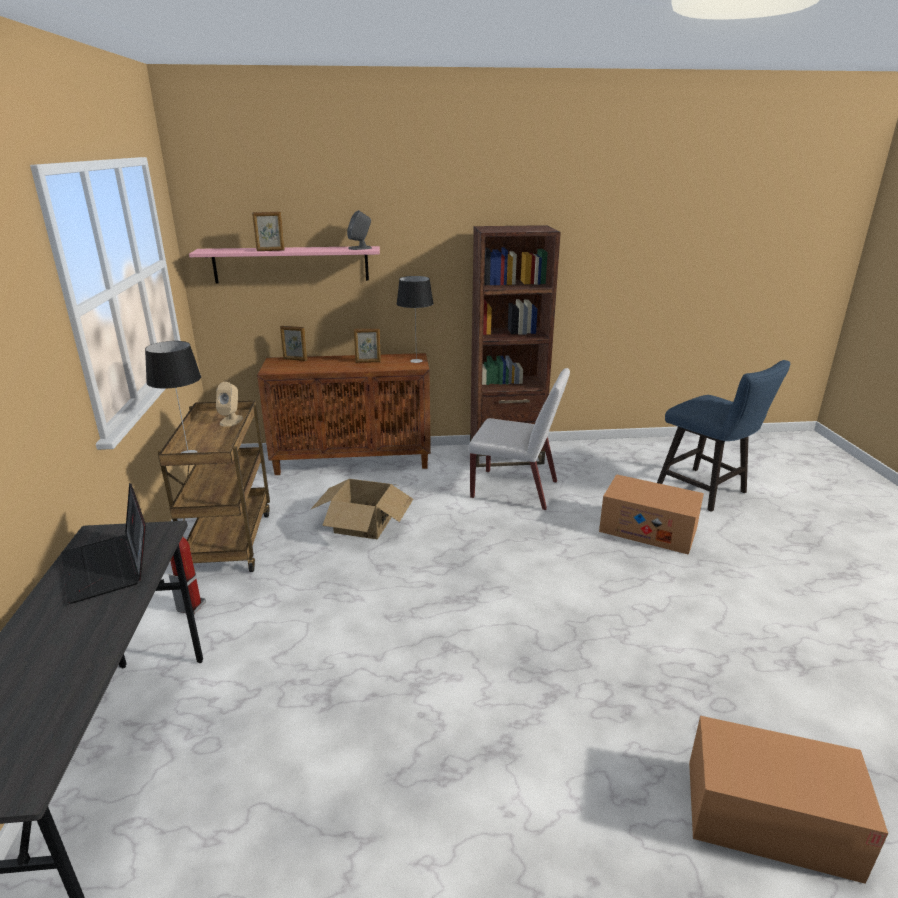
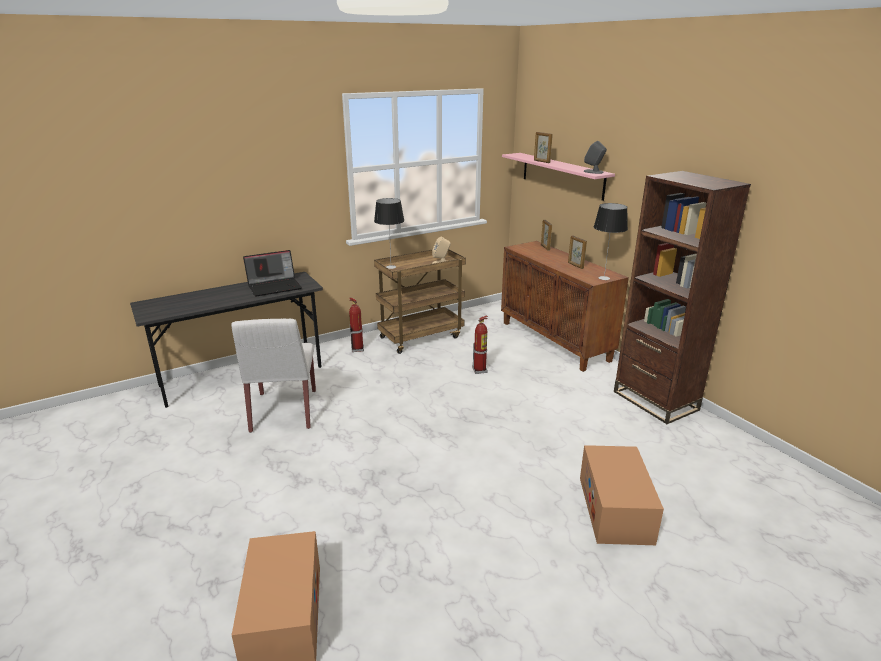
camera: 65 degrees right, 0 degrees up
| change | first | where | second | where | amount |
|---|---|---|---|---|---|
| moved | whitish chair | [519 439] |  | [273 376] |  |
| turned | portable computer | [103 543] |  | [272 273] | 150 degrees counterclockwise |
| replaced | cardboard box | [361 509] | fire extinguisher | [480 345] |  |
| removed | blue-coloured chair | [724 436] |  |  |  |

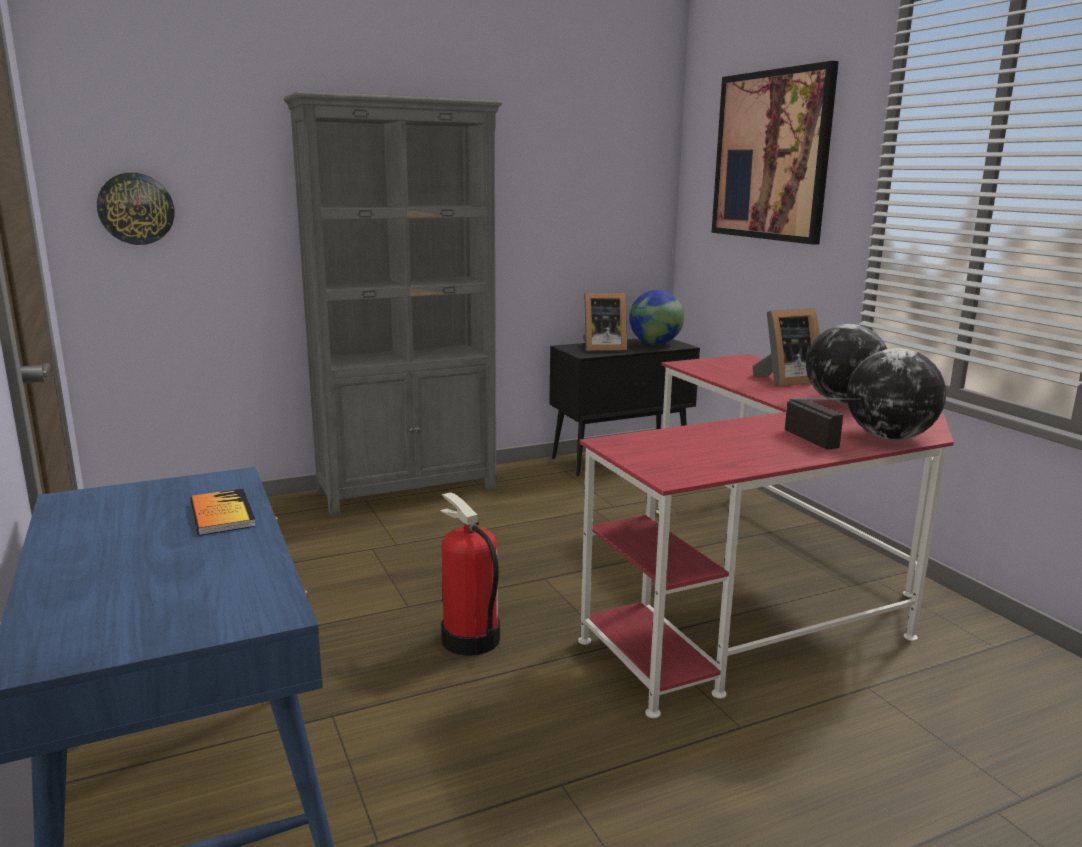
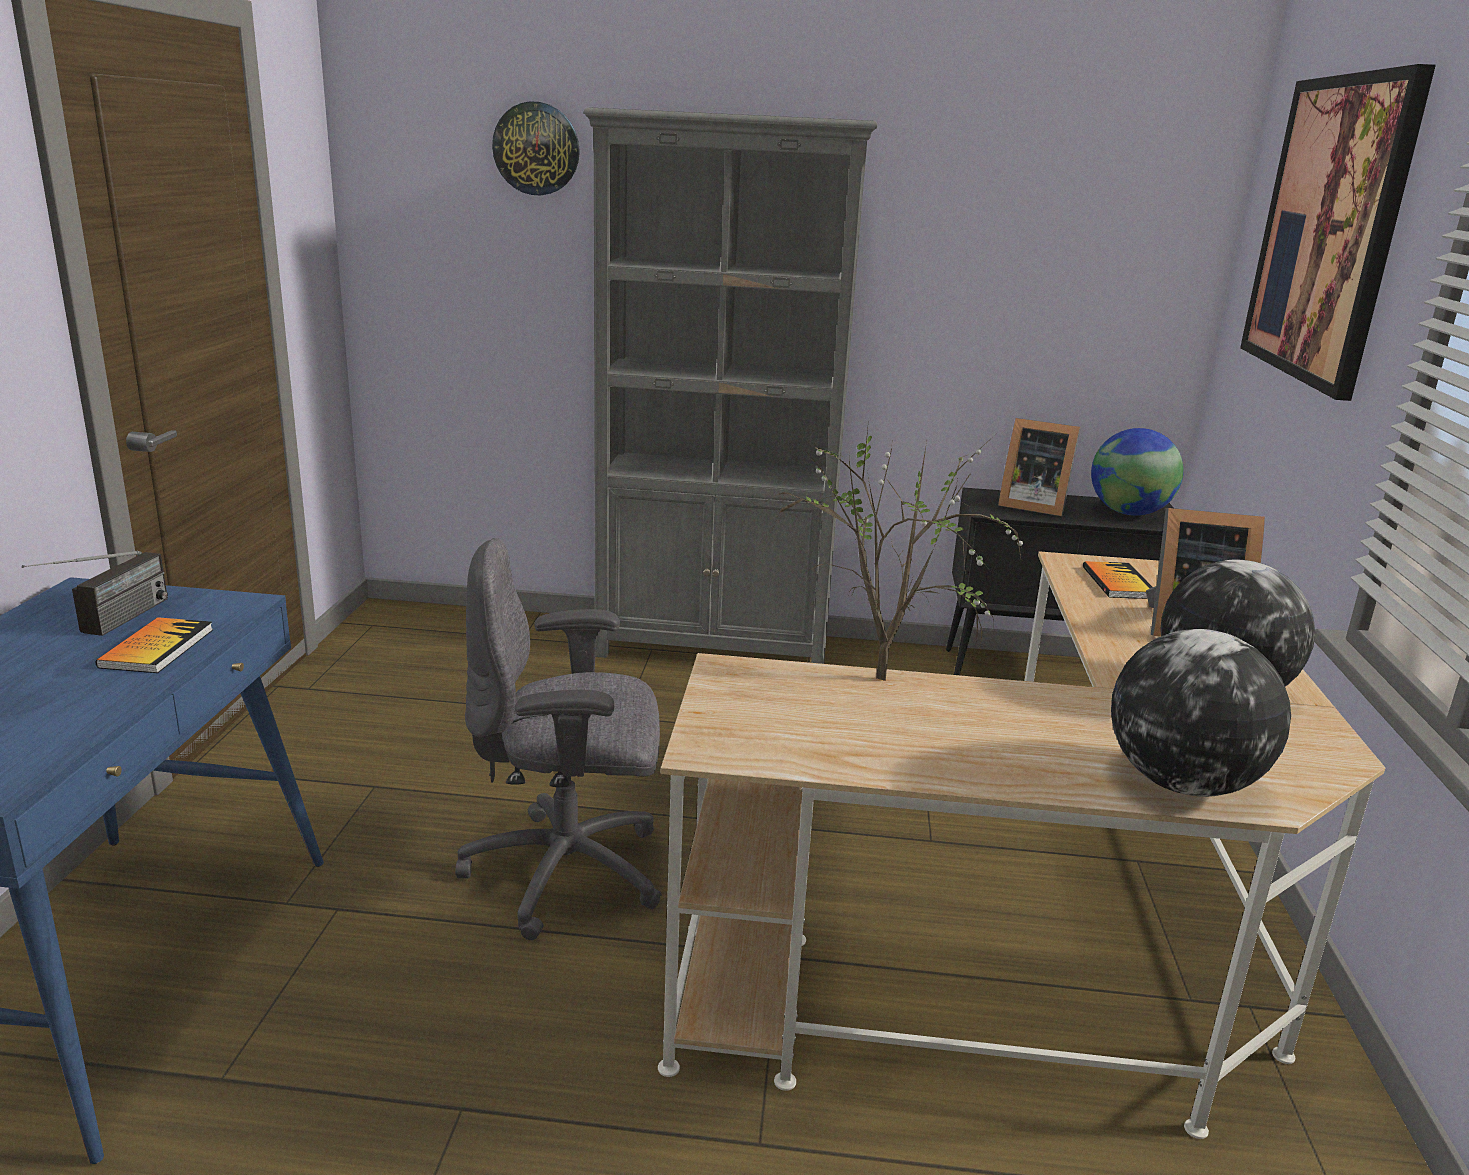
camera: 30 degrees right, 5 degrees up
| change | first | where | second | where | amount |
|---|---|---|---|---|---|
| moved | radio receiver | [823 423] |  | [95 593] |  |
| replaced | fire extinguisher | [470 574] | gray desk chair | [558 739] |  |
| moved | wall clock | [136 209] |  | [536 148] |  |
| recoloured | red-coloured desk | [766 536] | sand-coloured desk | [1021 845] |  |
| added |  |  | plant in a pot | [894 555] |  |
| added |  |  | book | [1117 580] |  |

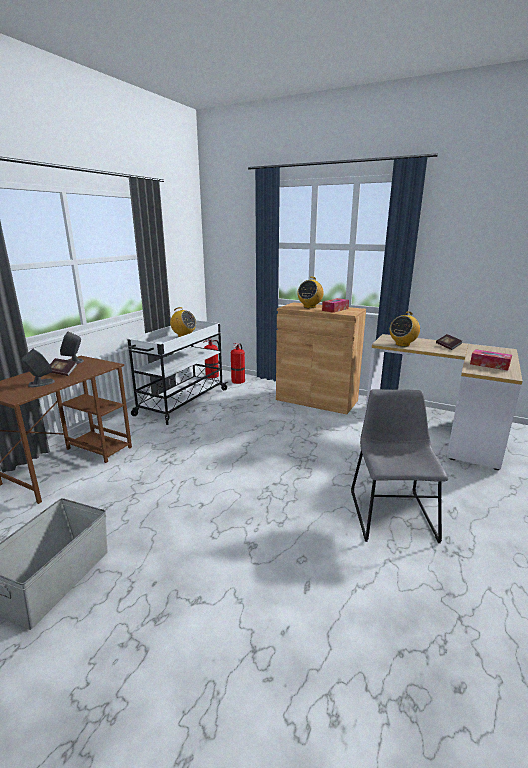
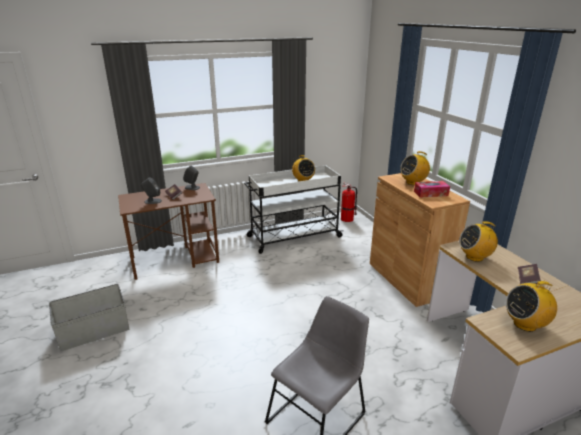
camera: 40 degrees right, 5 degrees up
| change | first | where | second | where | amount |
|---|---|---|---|---|---|
| replaced | box of tissues | [491 360] | radio receiver | [531 306] |  |
| removed | fire extinguisher | [238 363] |  |  |  |

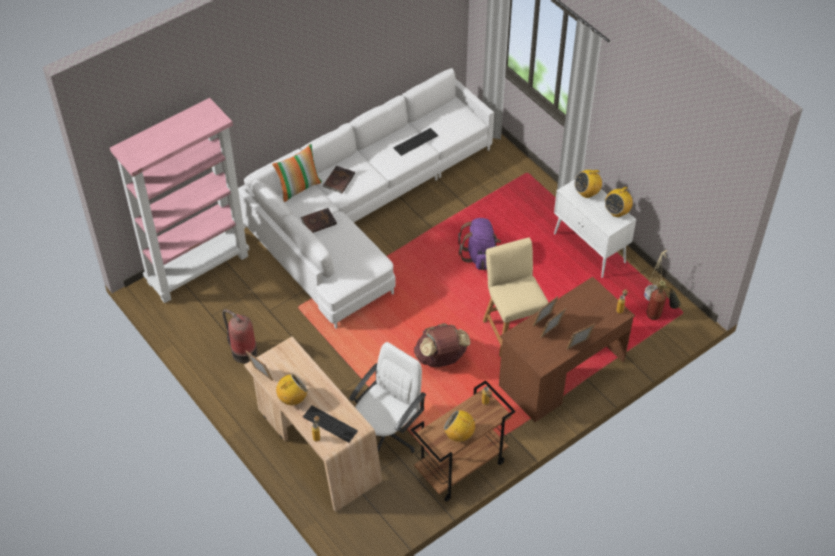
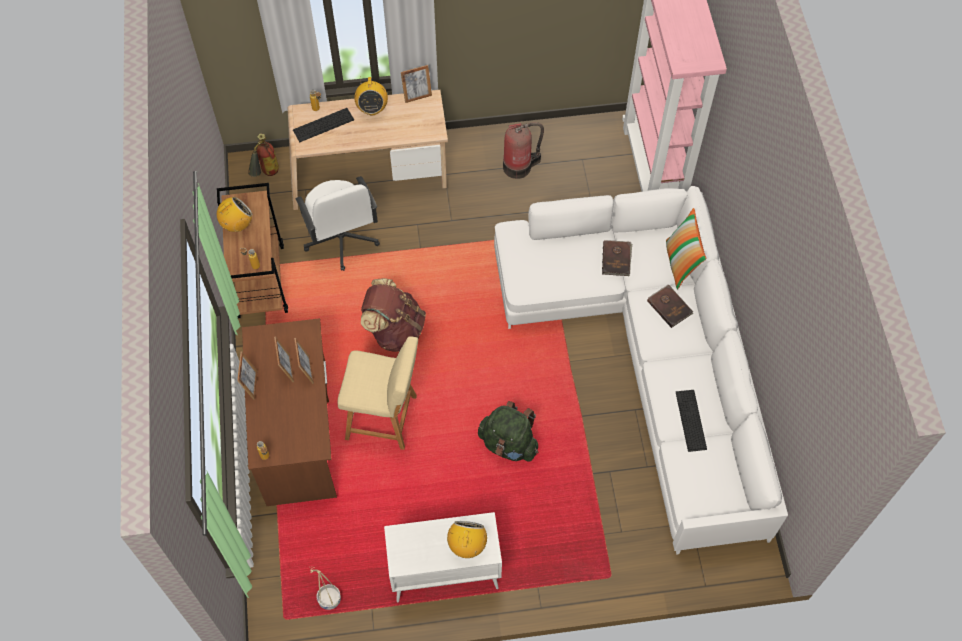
camera: 120 degrees right, 10 degrees up
| change | first | where | second | where | amount |
|---|---|---|---|---|---|
| moved | fire extinguisher | [664 300] |  | [263 155] |  |
| recoloured | purplish knapsack | [479 244] | green knapsack | [508 431] |  |
| removed | radio receiver | [619 200] |  |  |  |

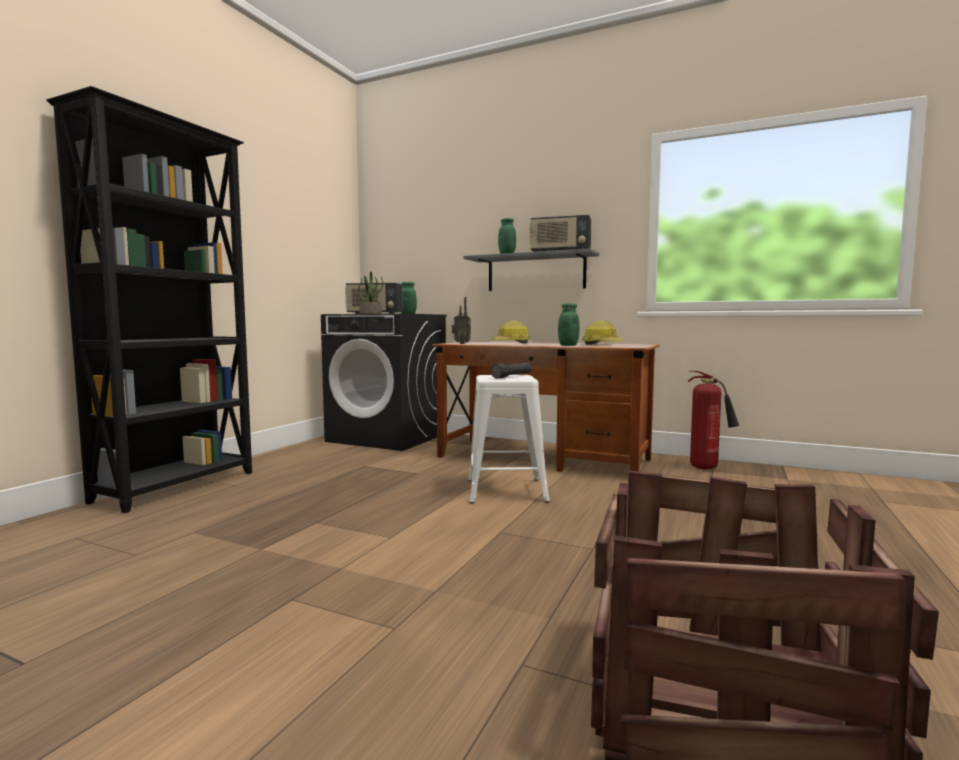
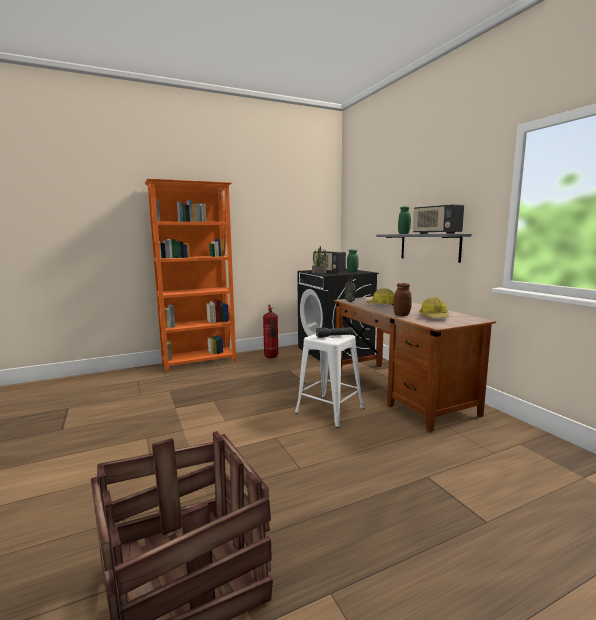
camera: 40 degrees right, 5 degrees up
| change | first | where | second | where | amount |
|---|---|---|---|---|---|
| recoloured | blackish bookcase | [149 299] | orange-coloured bookcase | [190 276] |  |
| moved | fire extinguisher | [713 420] |  | [270 331] |  |
| recoloured | green storage jar | [568 324] | brown-coloured storage jar | [403 299] |  |

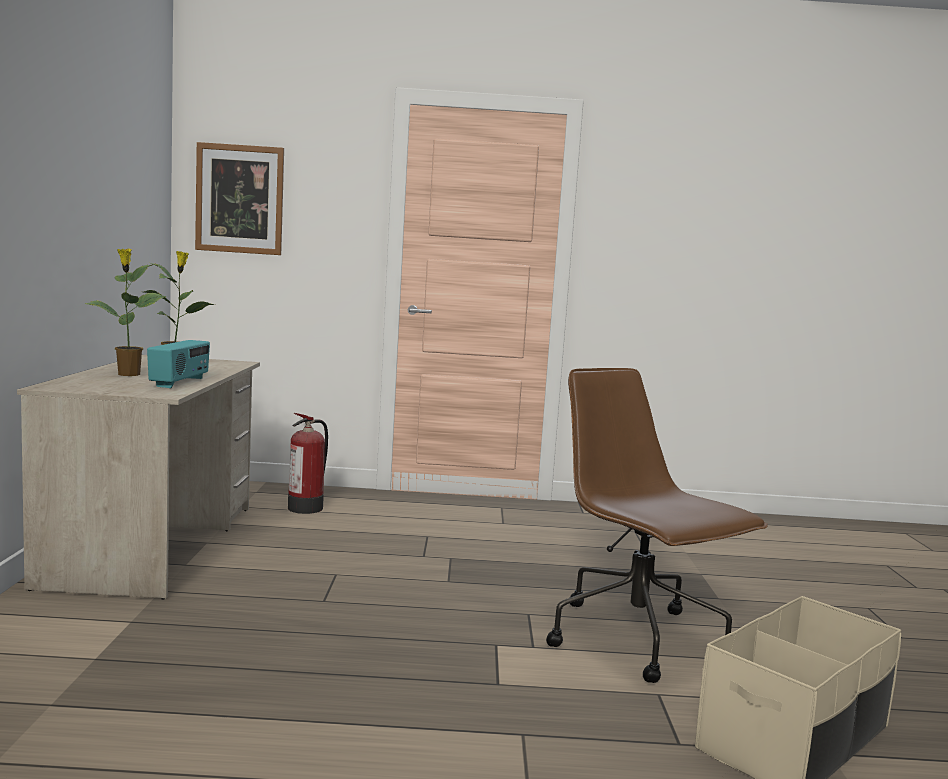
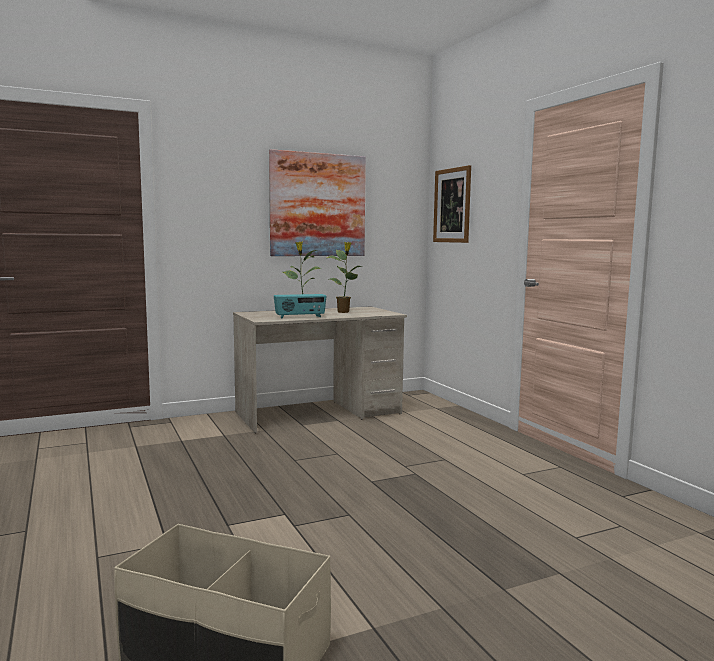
camera: 65 degrees right, 0 degrees up
| change | first | where | second | where | amount |
|---|---|---|---|---|---|
| added |  |  | wall picture | [317 202] |  |
| removed | fire extinguisher | [308 463] |  |  |  |
| removed | brown-coloured desk chair | [657 525] |  |  |  |

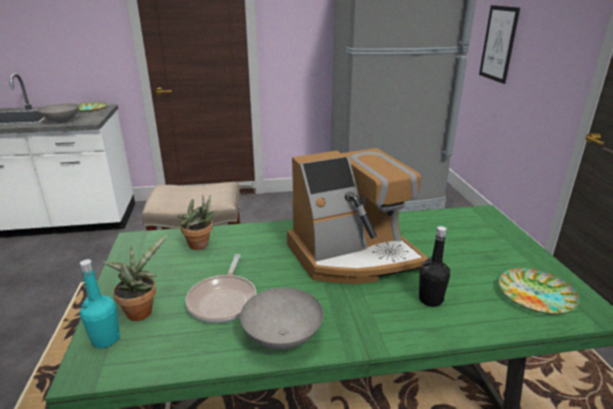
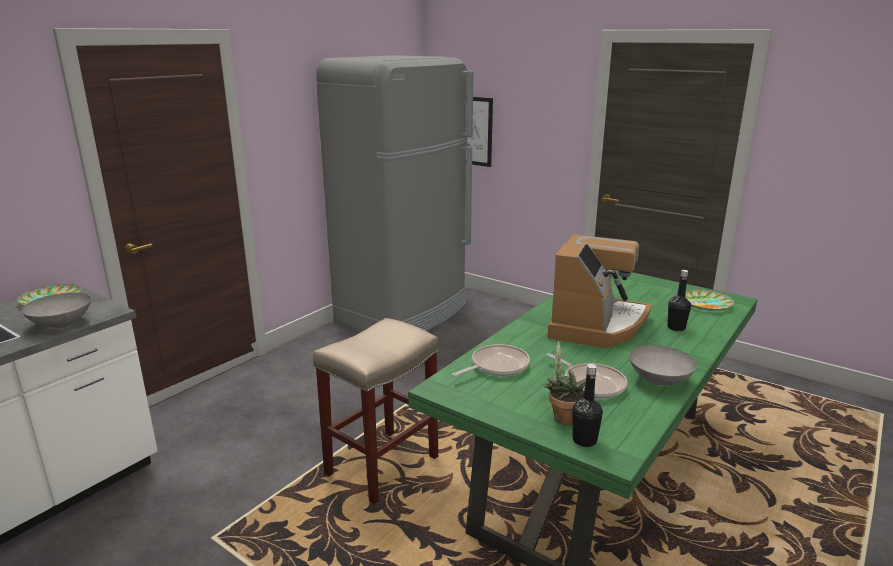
camera: 45 degrees left, 5 degrees down
| change | first | where | second | where | amount |
|---|---|---|---|---|---|
| replaced | plant in a pot | [197 222] | frying pan | [491 360] |  |
| recoloured | turquoise bottle | [100 303] | blackish bottle | [587 405] |  |

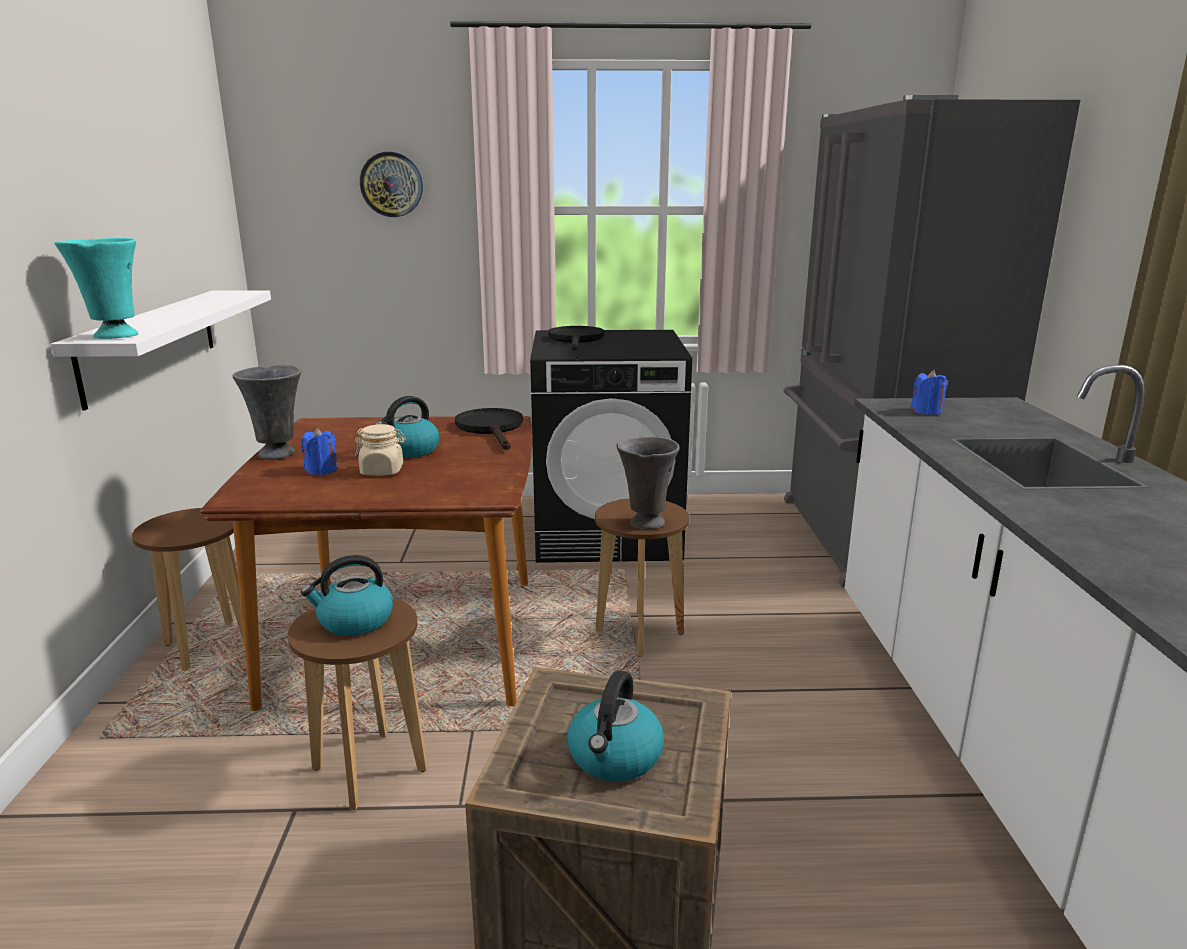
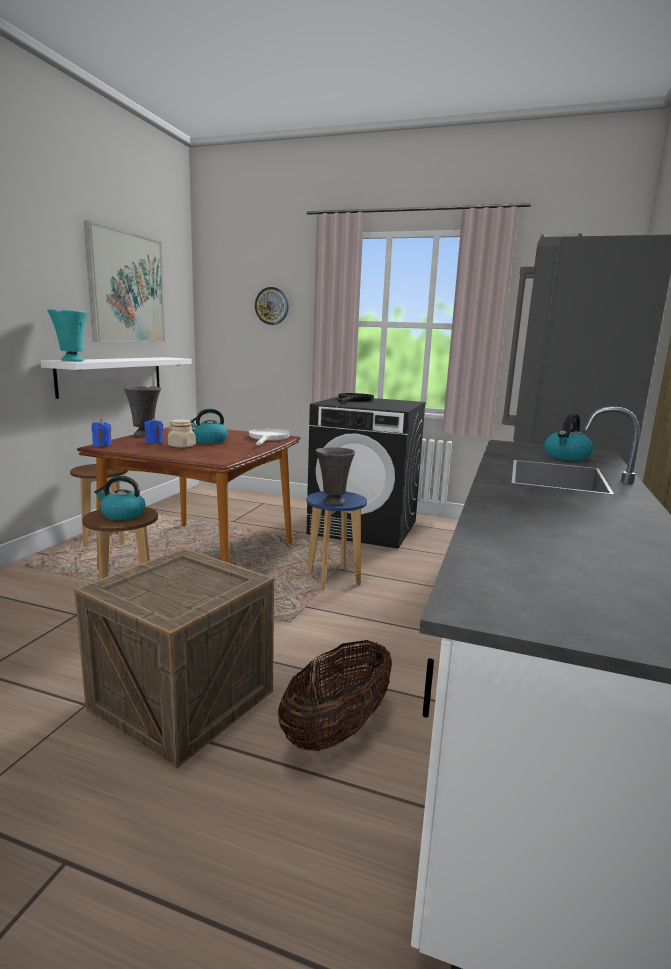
camera: 20 degrees right, 5 degrees down
| change | first | where | second | where | amount |
|---|---|---|---|---|---|
| added |  |  | wall picture | [125 282] |  |
| moved | blue-coloured wax candle | [929 392] |  | [101 433] |  |
| recoloured | blackish frying pan | [489 429] | whitish frying pan | [269 437] |  |
| added |  |  | storage basket | [335 695] |  |
| recoloured | brown-coloured sitting stool | [642 577] | blue-coloured sitting stool | [337 540] |  |
| moved | water kettle | [615 726] |  | [568 437] |  |

